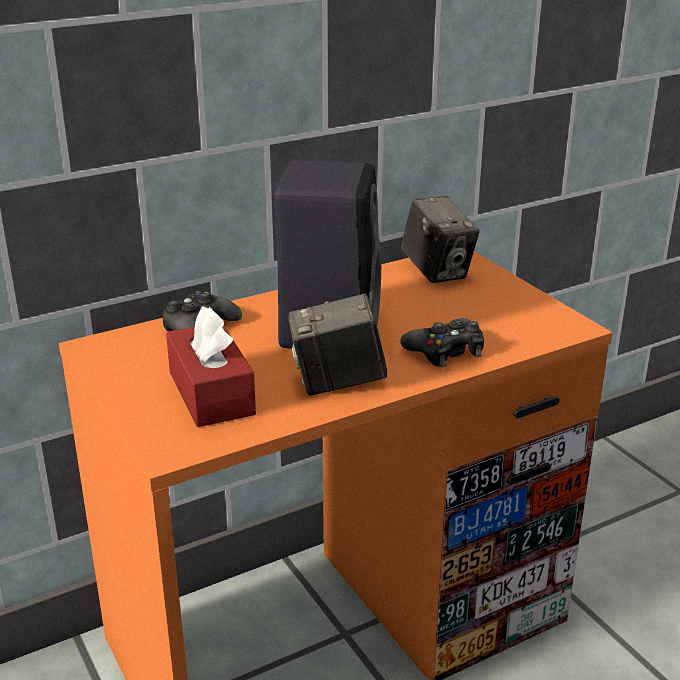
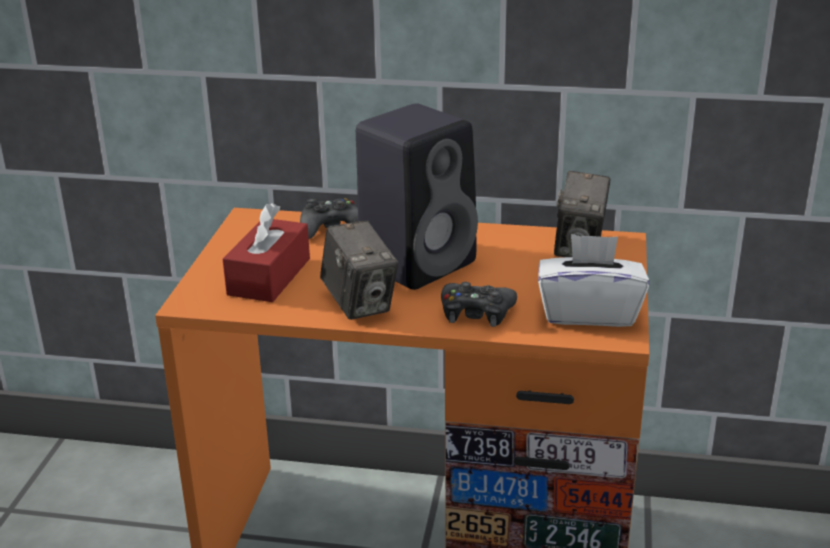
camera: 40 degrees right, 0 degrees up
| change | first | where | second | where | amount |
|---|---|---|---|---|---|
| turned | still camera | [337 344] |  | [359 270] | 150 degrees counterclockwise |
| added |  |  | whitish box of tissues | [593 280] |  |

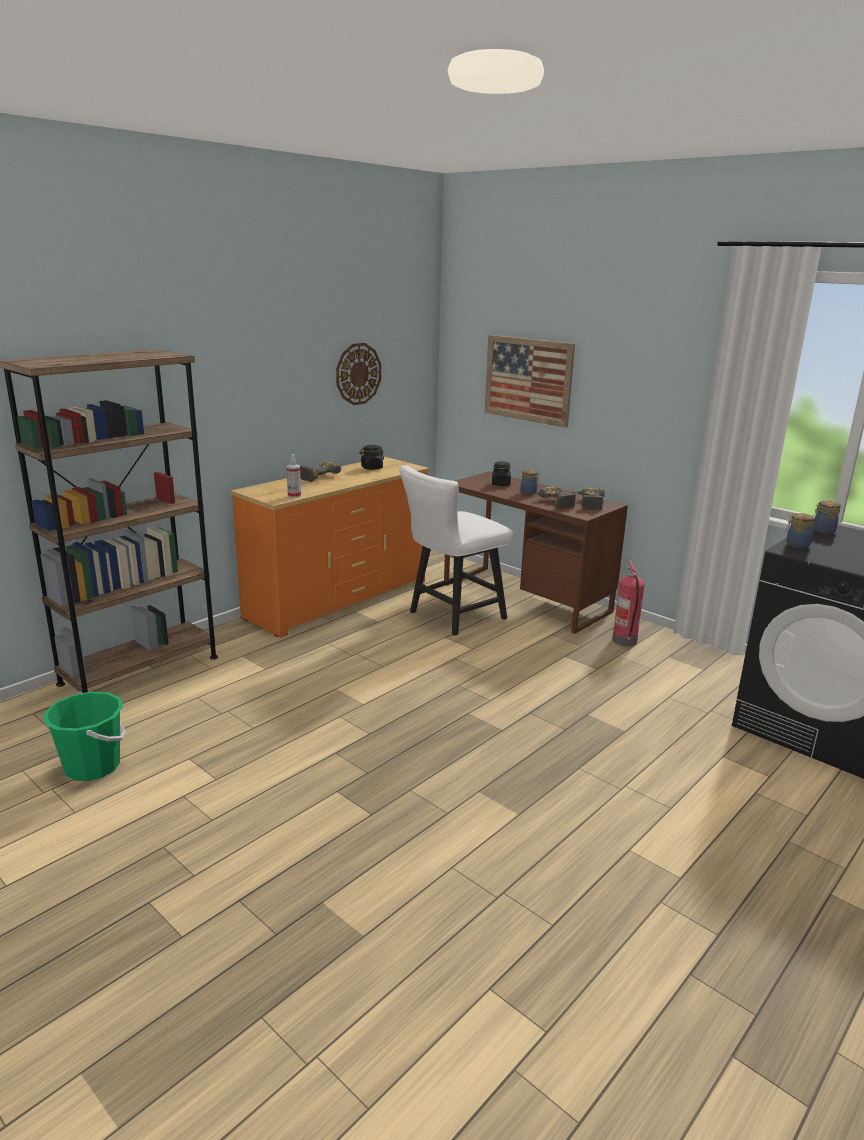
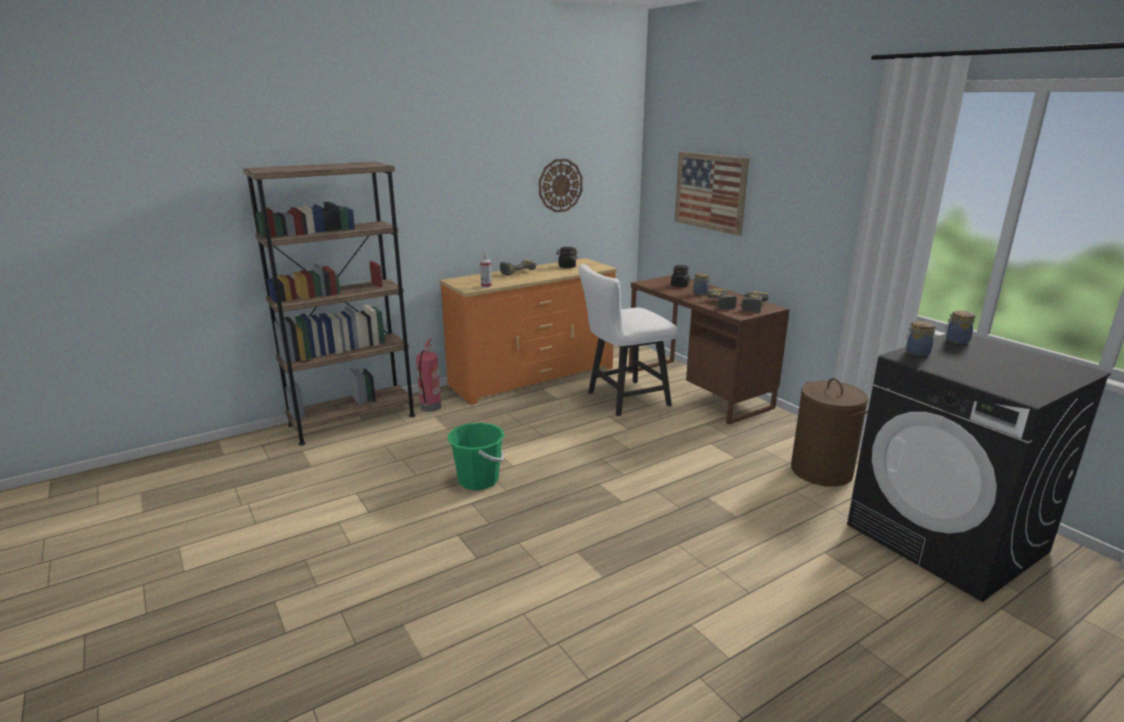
camera: 15 degrees right, 0 degrees up
| change | first | where | second | where | amount |
|---|---|---|---|---|---|
| moved | fire extinguisher | [628 603] |  | [428 375] |  |
| moved | green pail | [84 736] |  | [476 456] |  |
| added |  |  | brown-coloured washing basket | [829 432] |  |

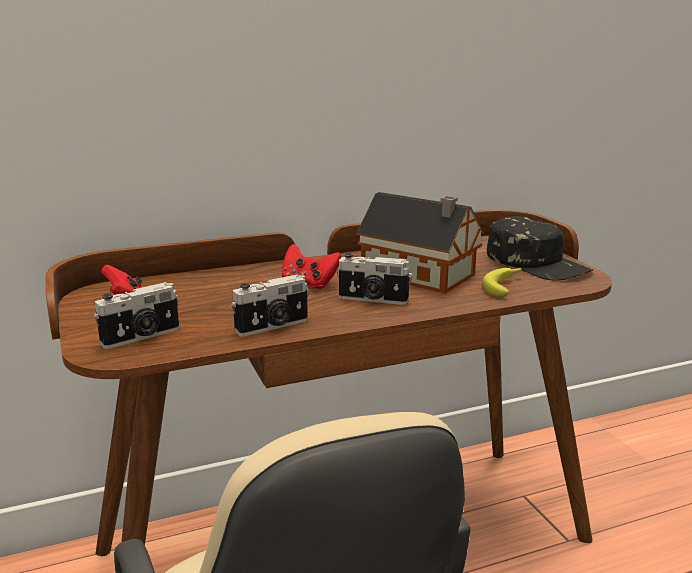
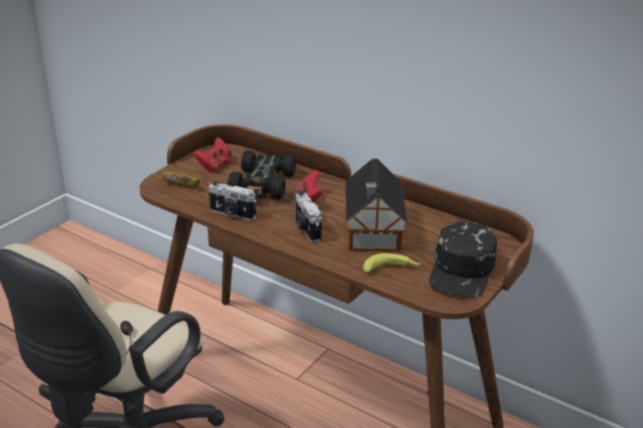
camera: 55 degrees right, 10 degrees up
| change | first | where | second | where | amount |
|---|---|---|---|---|---|
| replaced | still camera | [136 315] | banana | [179 179] |  |
| added |  |  | blackish toy car | [261 175] |  |

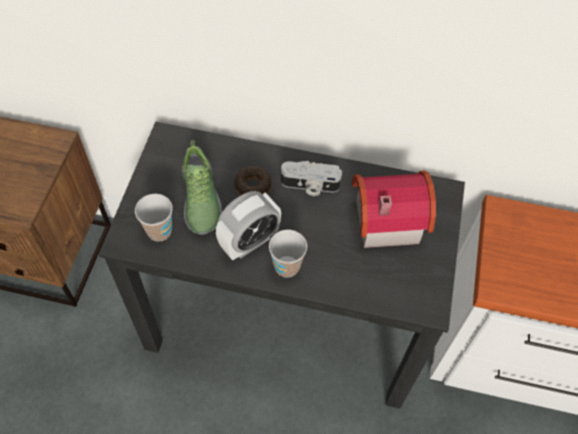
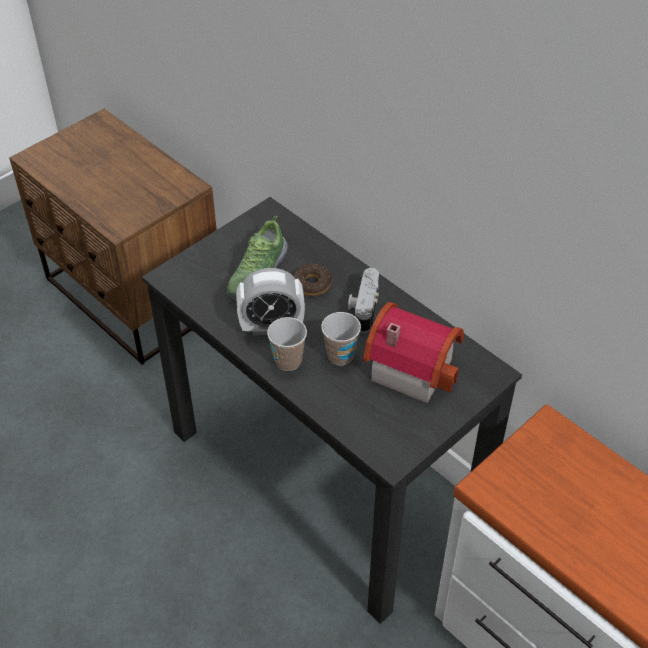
camera: 35 degrees right, 10 degrees down
| change | first | where | second | where | amount |
|---|---|---|---|---|---|
| moved | drinking cup | [154 217] |  | [341 339] |  |
| turned | still camera | [311 178] |  | [363 300] | 60 degrees clockwise |

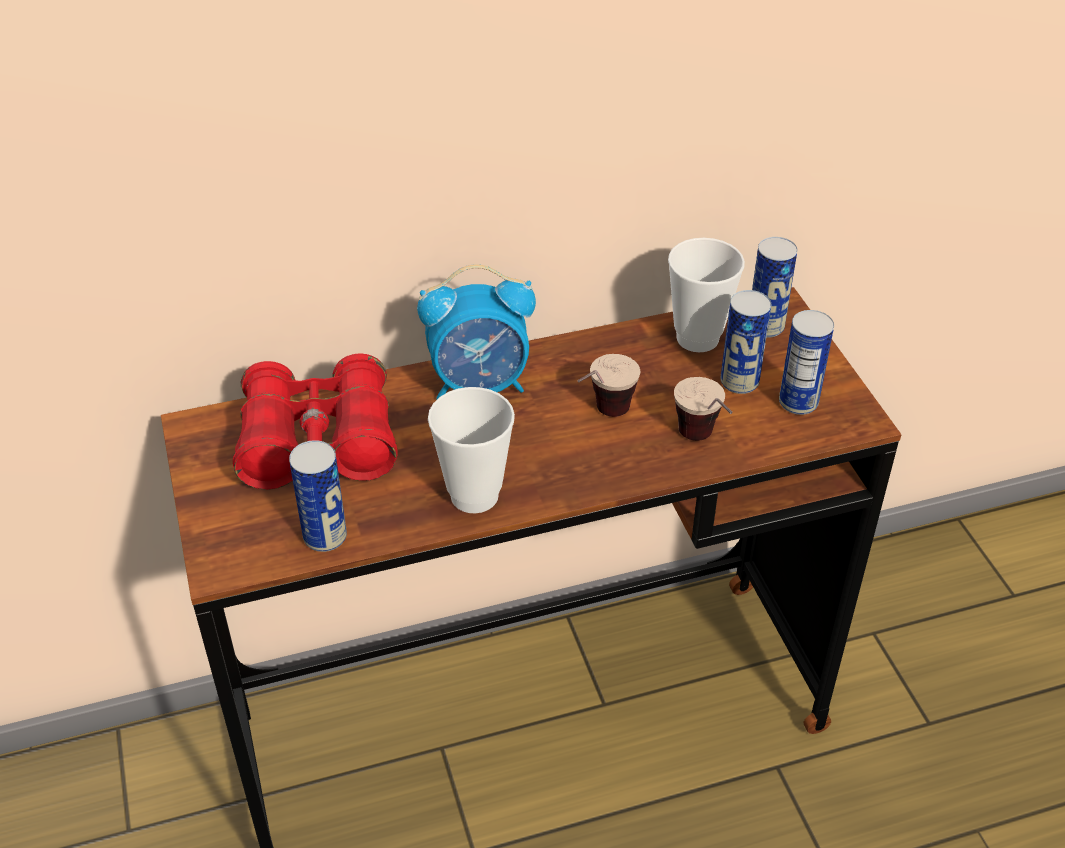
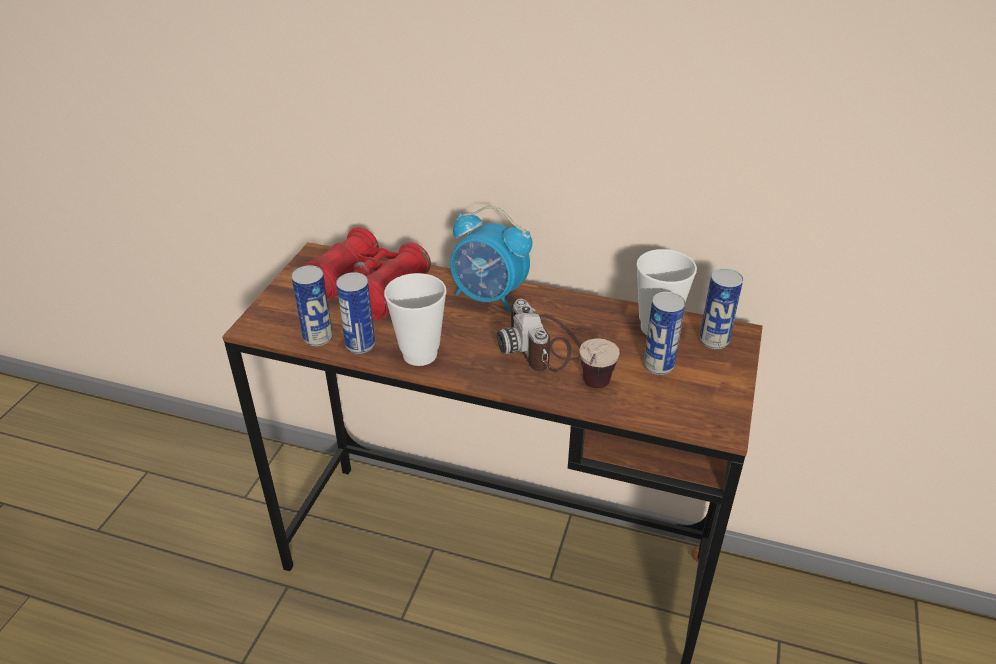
camera: 35 degrees right, 5 degrees down
| change | first | where | second | where | amount |
|---|---|---|---|---|---|
| moved | metal can | [806 362] |  | [355 313] |  |
| replaced | drinking cup | [608 385] | still camera | [539 336] |  |

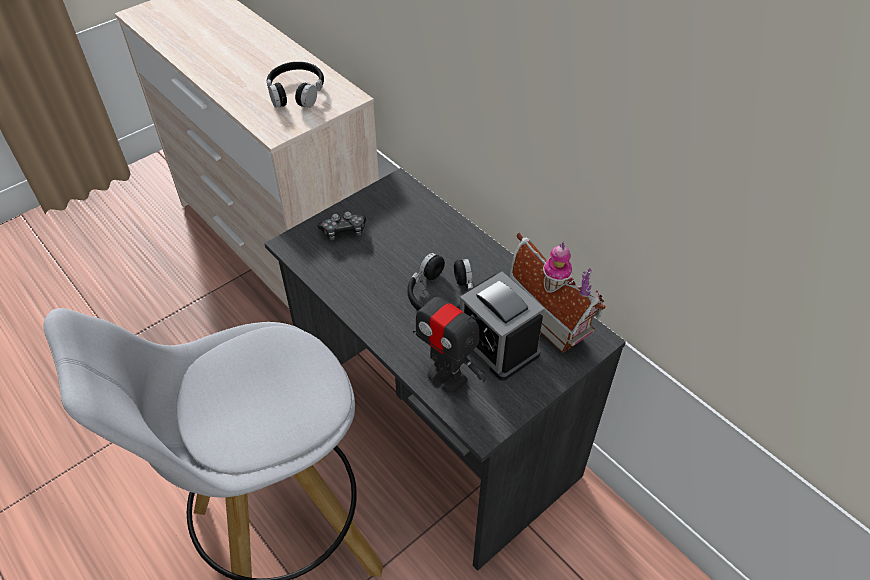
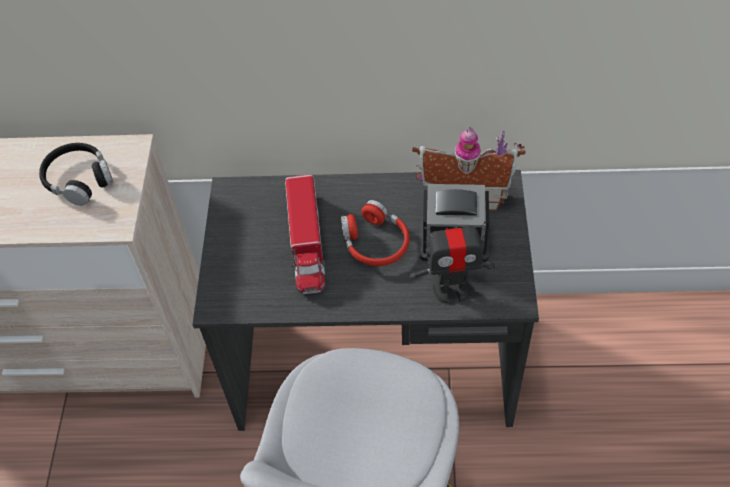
camera: 45 degrees left, 5 degrees up
| change | first | where | second | where | amount |
|---|---|---|---|---|---|
| added |  |  | toy truck | [305 234] |  |
| recoloured | blackish pair of headphones | [440 282] | red-coloured pair of headphones | [375 233] |  |
| removed | game controller | [342 226] |  |  |  |

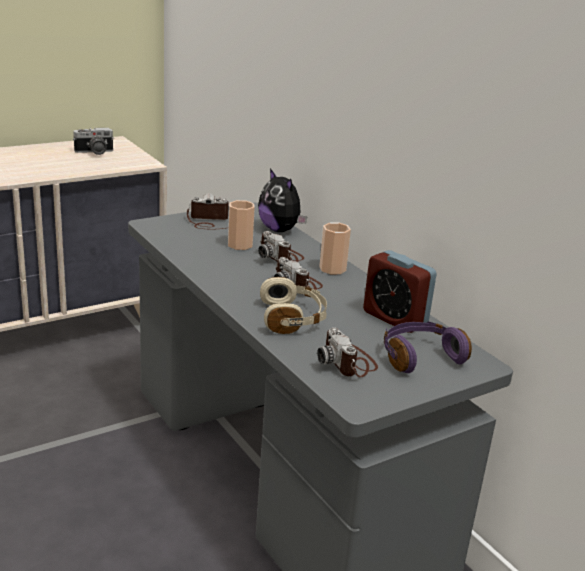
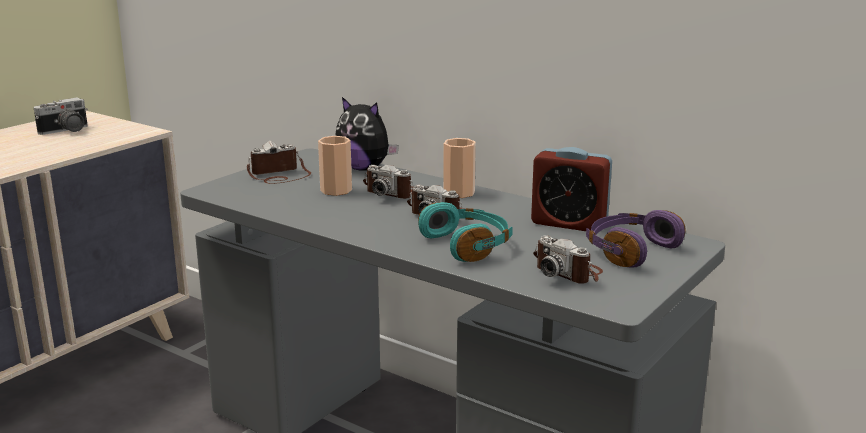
camera: 20 degrees left, 5 degrees down
| change | first | where | second | where | amount |
|---|---|---|---|---|---|
| recoloured | sand-coloured pair of headphones | [293 305] | turquoise pair of headphones | [465 232] |  |

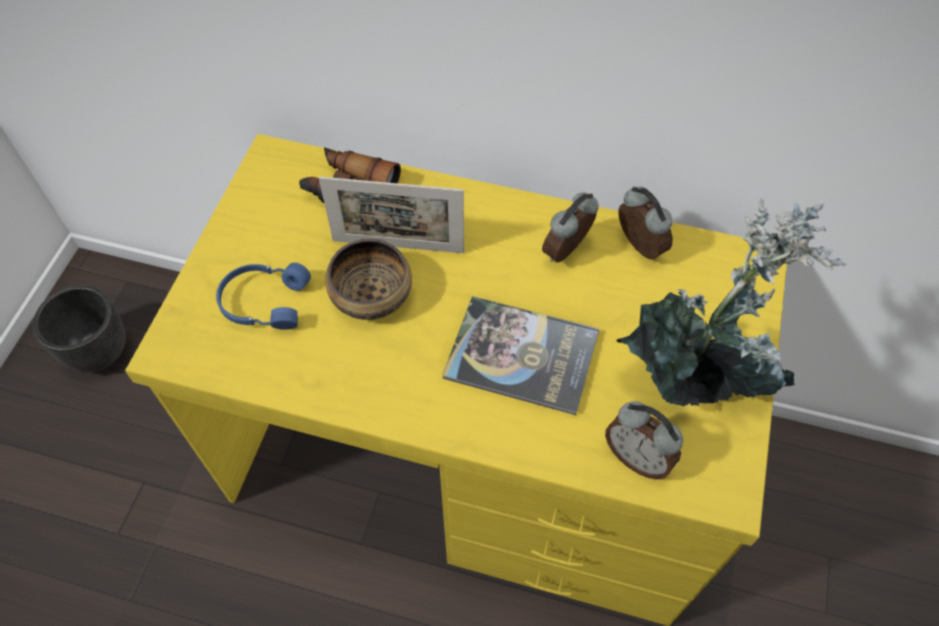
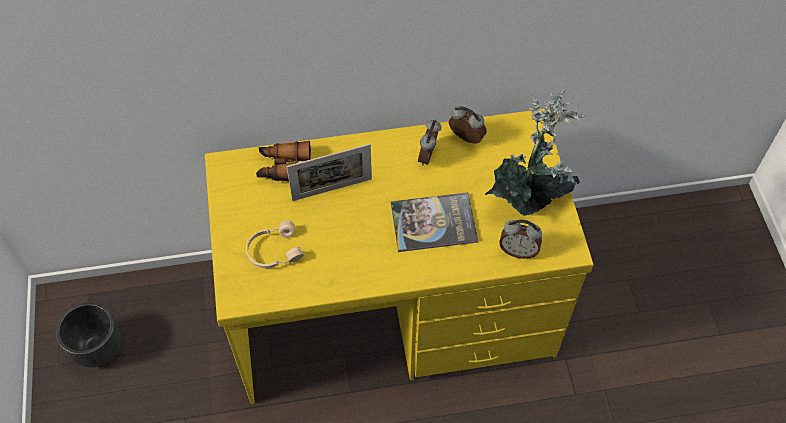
camera: 25 degrees left, 0 degrees up
| change | first | where | second | where | amount |
|---|---|---|---|---|---|
| recoloured | blue-coloured pair of headphones | [263 296] | sand-coloured pair of headphones | [275 244] |  |
| removed | bowl | [368 279] |  |  |  |

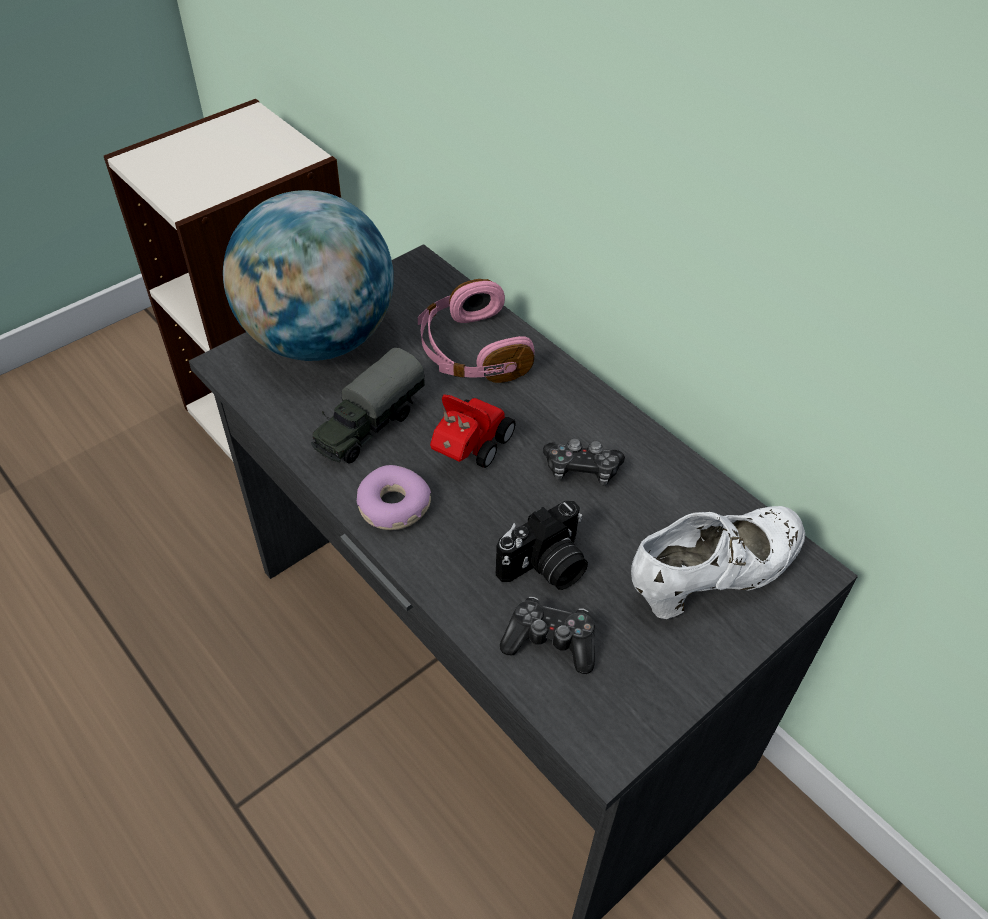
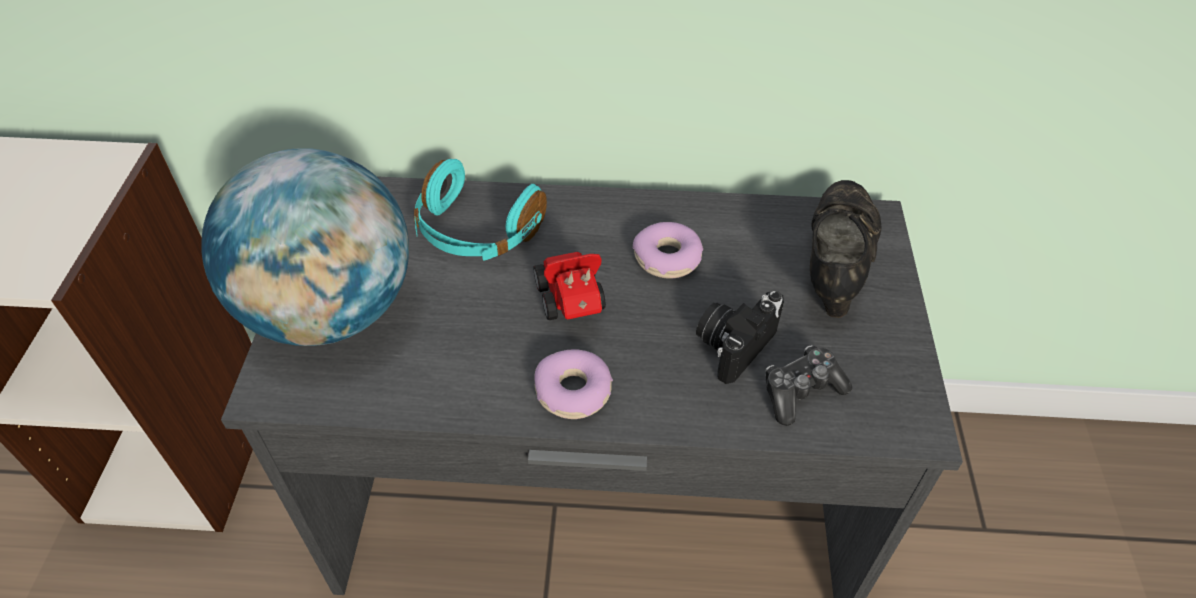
camera: 45 degrees left, 0 degrees up
| change | first | where | second | where | amount |
|---|---|---|---|---|---|
| recoloured | pinkish pair of headphones | [476 331] | turquoise pair of headphones | [480 209] |  |
| replaced | game controller | [584 461] | donut | [668 250] |  |
| turned | still camera | [542 545] |  | [740 337] | 150 degrees counterclockwise |
| recoloured | whitish low shoe | [718 562] | blackish low shoe | [845 249] |  |
| removed | toy truck | [368 406] |  |  |  |

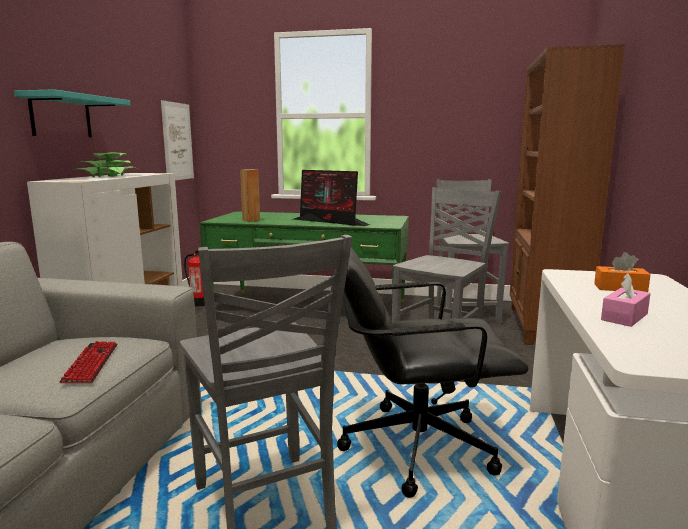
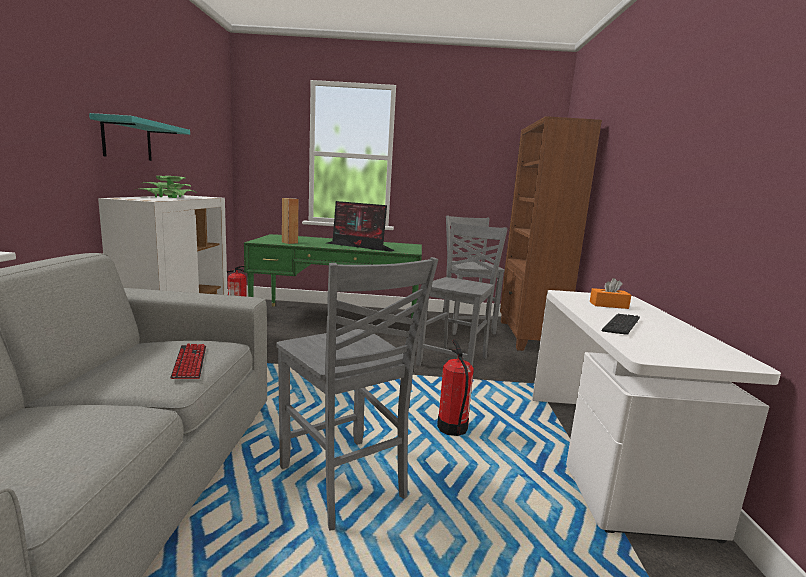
camera: 10 degrees left, 0 degrees up
| change | first | where | second | where | amount |
|---|---|---|---|---|---|
| replaced | blackish desk chair | [433 372] | fire extinguisher | [455 388] |  |
| replaced | pinkish box of tissues | [626 300] | computer keyboard | [621 324] |  |
| removed | wall picture | [177 140] |  |  |  |

